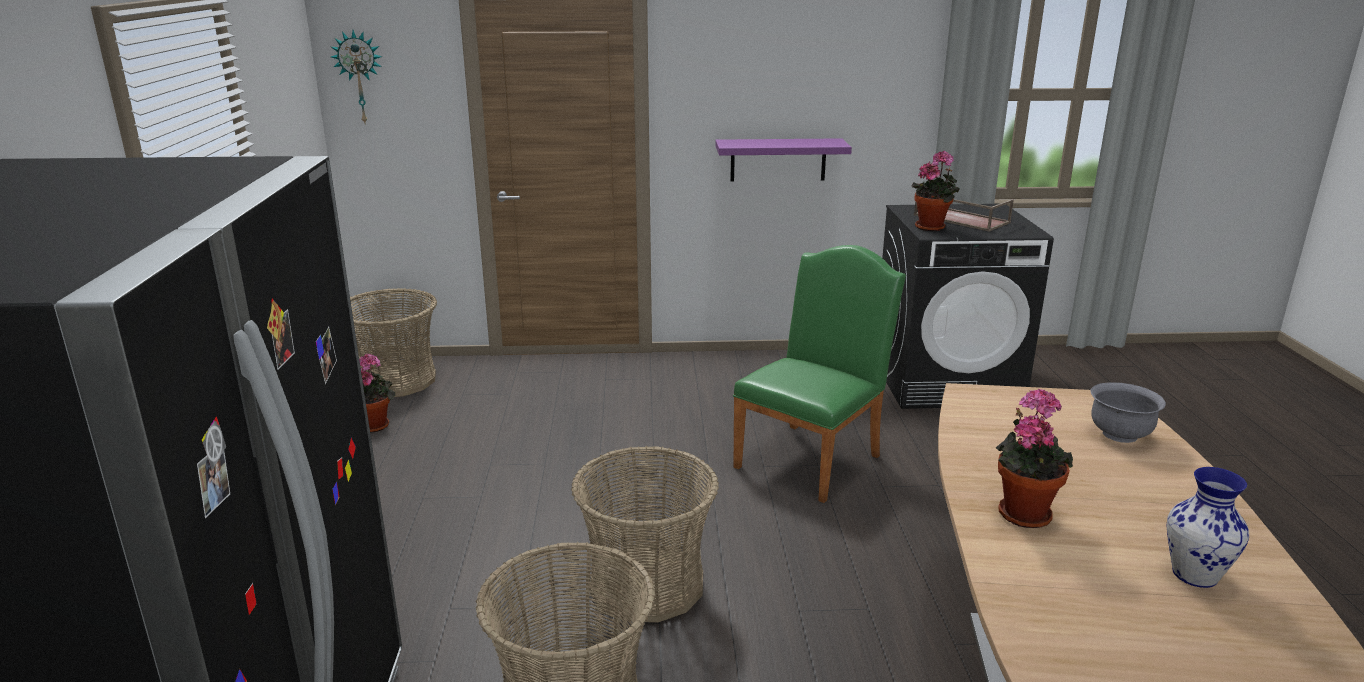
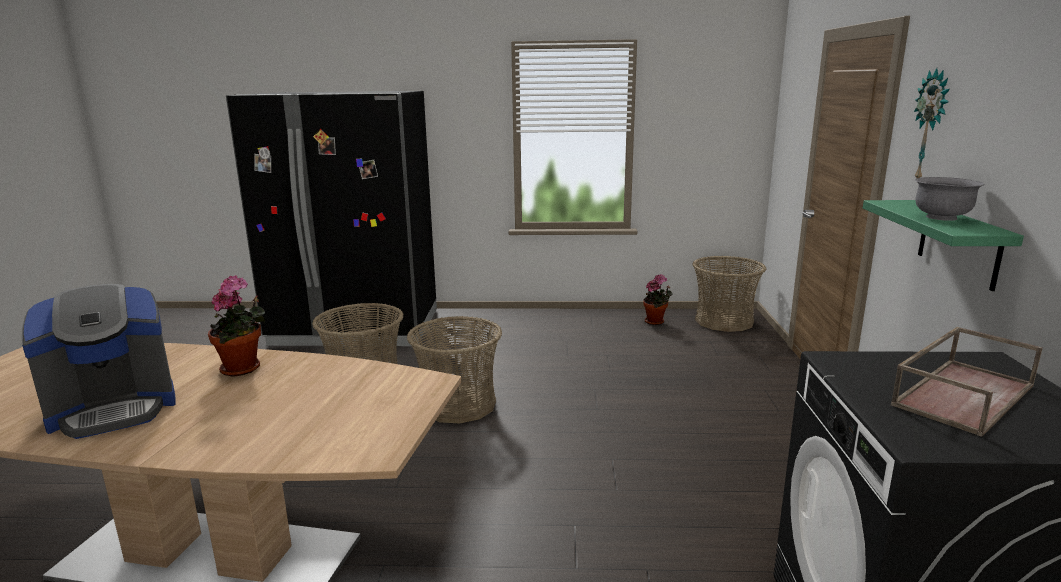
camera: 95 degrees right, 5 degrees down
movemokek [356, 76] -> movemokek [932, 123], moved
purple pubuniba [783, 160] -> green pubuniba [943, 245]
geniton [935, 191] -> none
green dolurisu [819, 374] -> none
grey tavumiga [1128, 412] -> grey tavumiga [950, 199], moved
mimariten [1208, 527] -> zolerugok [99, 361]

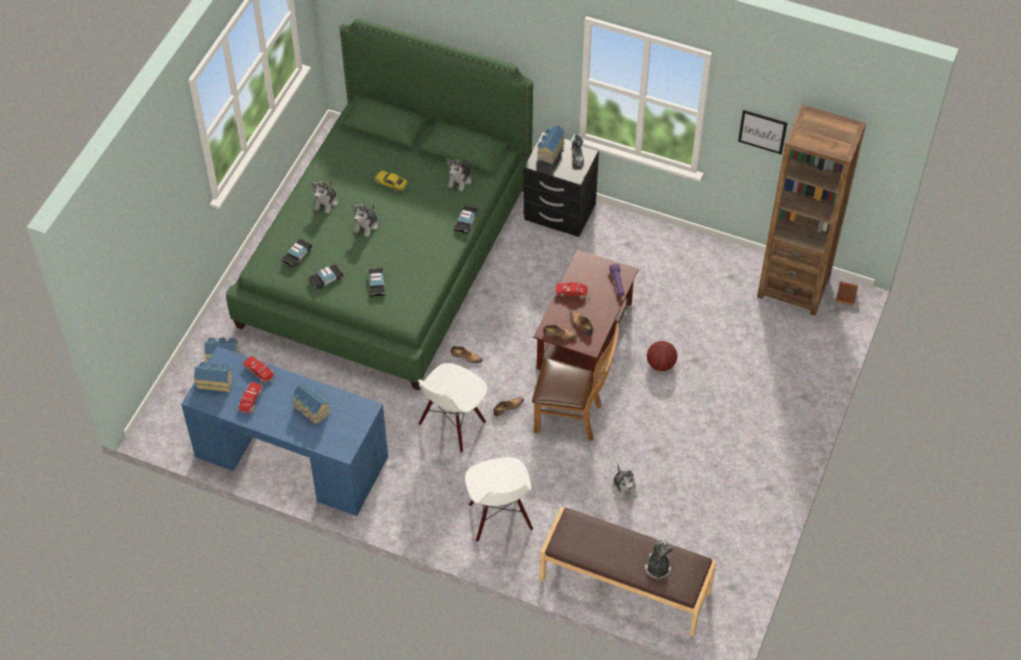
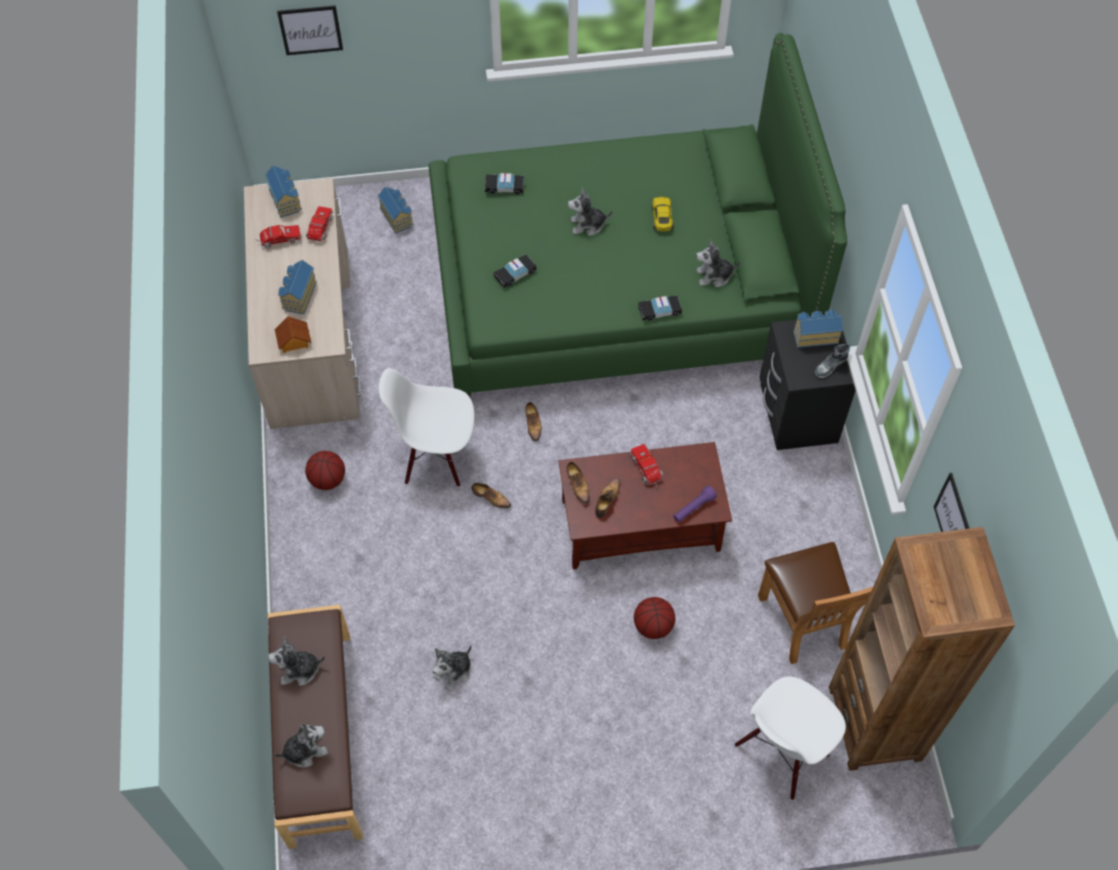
camera: 60 degrees right, 5 degrees up
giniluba [324, 197] -> giniluba [296, 661], moved
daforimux [325, 277] -> none
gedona [847, 293] -> gedona [292, 334], moved
brown dolurisu [576, 382] -> brown dolurisu [815, 603], moved
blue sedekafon [284, 431] -> beige sedekafon [302, 303]
white dolurisu [499, 499] -> white dolurisu [790, 738], moved
none -> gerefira [310, 30]
none -> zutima [325, 470]

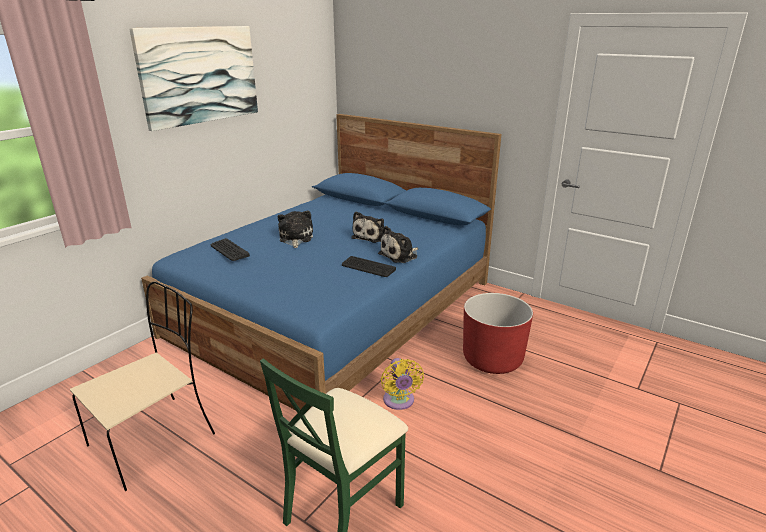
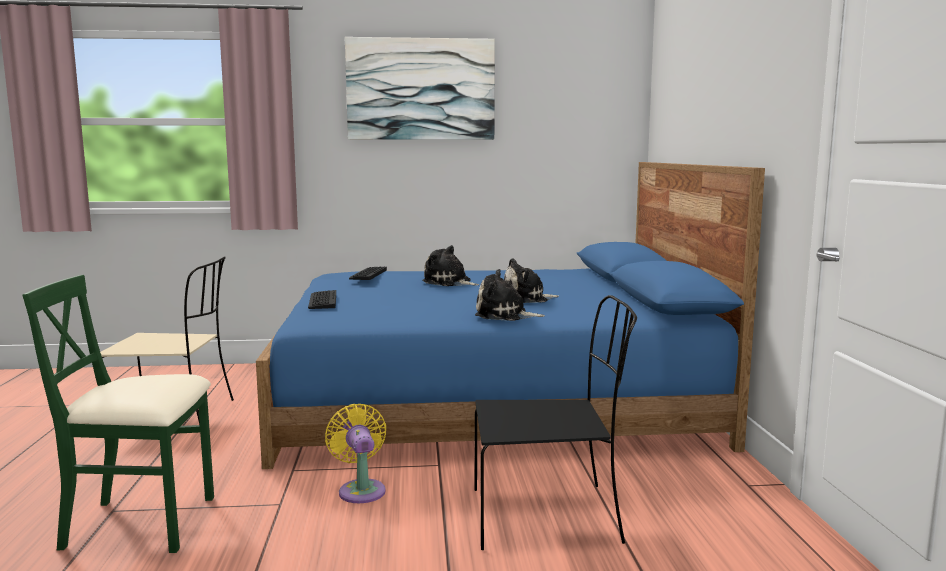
camera: 50 degrees right, 15 degrees down
giniluba [295, 229] -> giniluba [450, 265], 105 degrees counterclockwise
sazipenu [369, 266] -> sazipenu [322, 299], moved
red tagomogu [498, 333] -> black dolurisu [555, 422]
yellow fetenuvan [402, 384] -> yellow fetenuvan [355, 453], 120 degrees clockwise

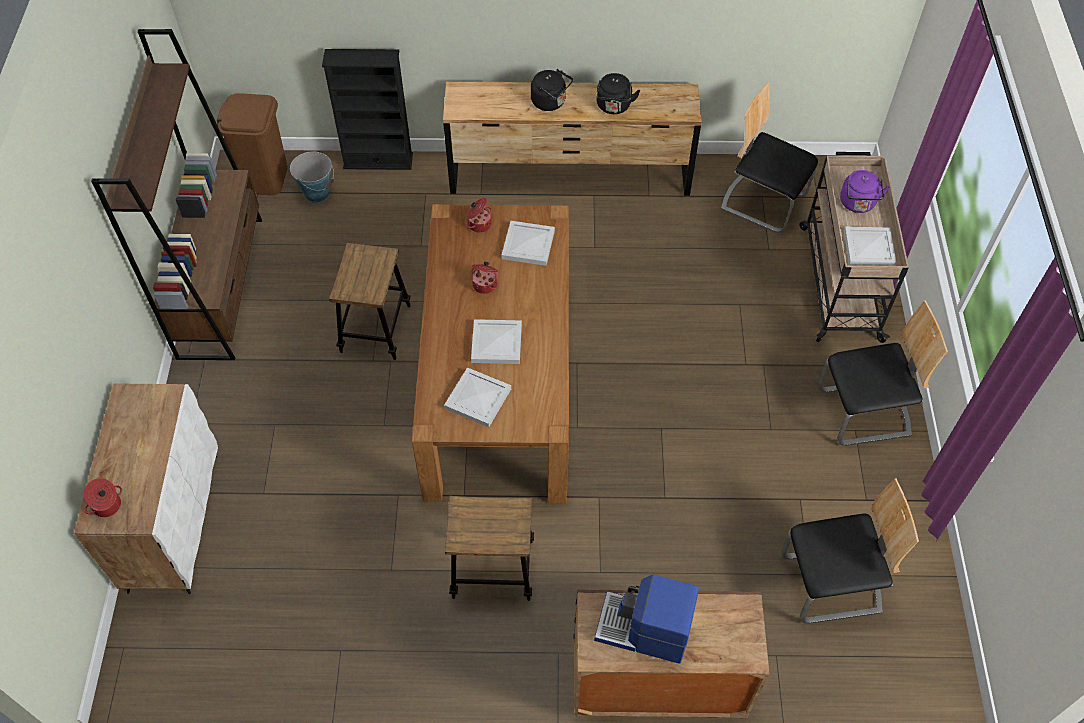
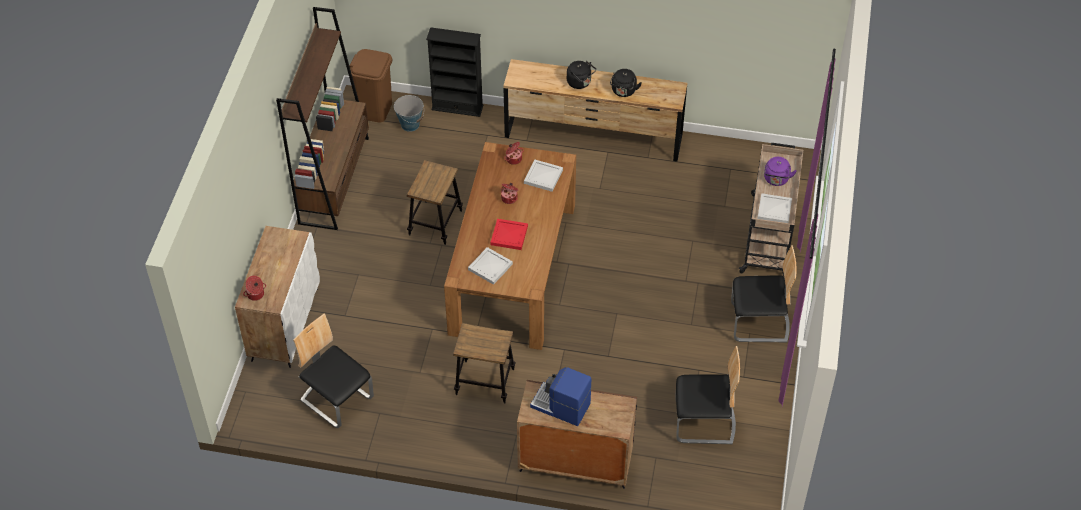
camera: 10 degrees right, 5 degrees down
dolurisu [769, 158] -> dolurisu [333, 371], moved
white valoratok [496, 341] -> red valoratok [509, 234]

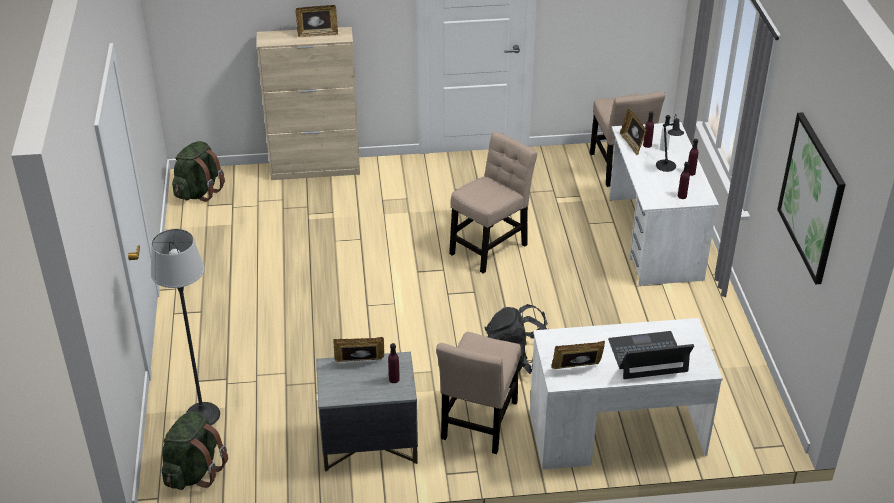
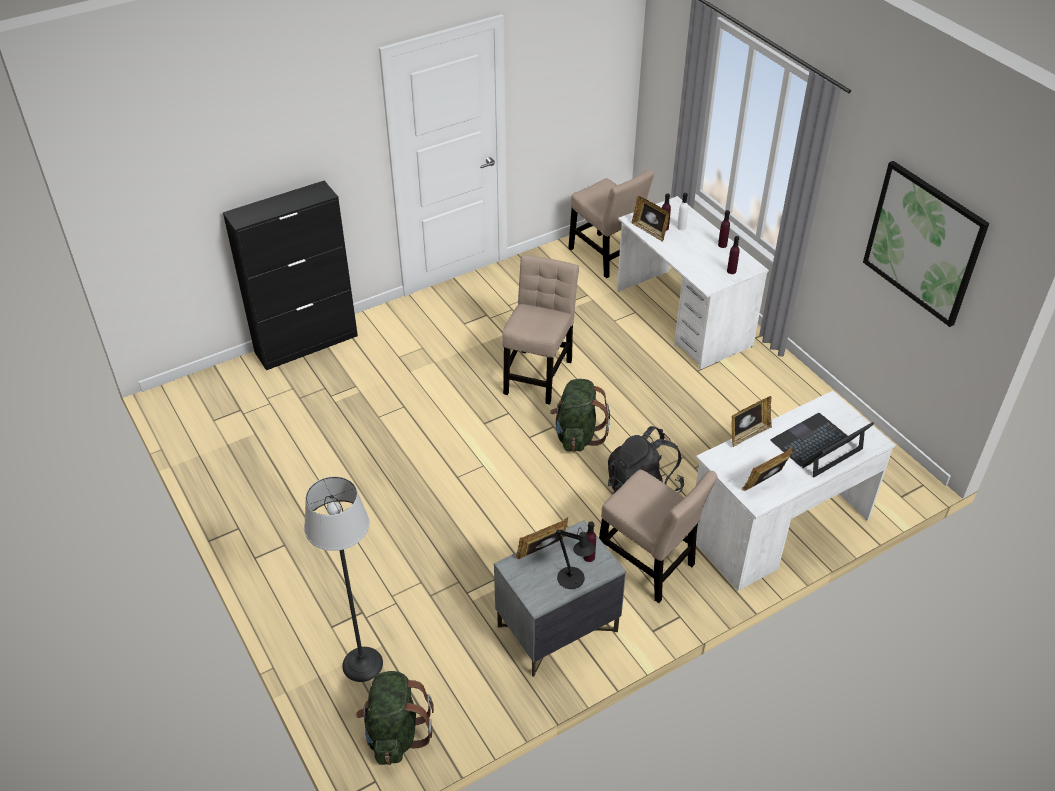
camera: 25 degrees left, 5 degrees up
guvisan [317, 21] -> guvisan [752, 421], moved
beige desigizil [308, 103] -> black desigizil [290, 275]
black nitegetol [670, 143] -> black nitegetol [576, 559], moved
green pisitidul [198, 171] -> green pisitidul [580, 415], moved
beige dolurisu [478, 393] -> beige dolurisu [658, 536], 45 degrees counterclockwise

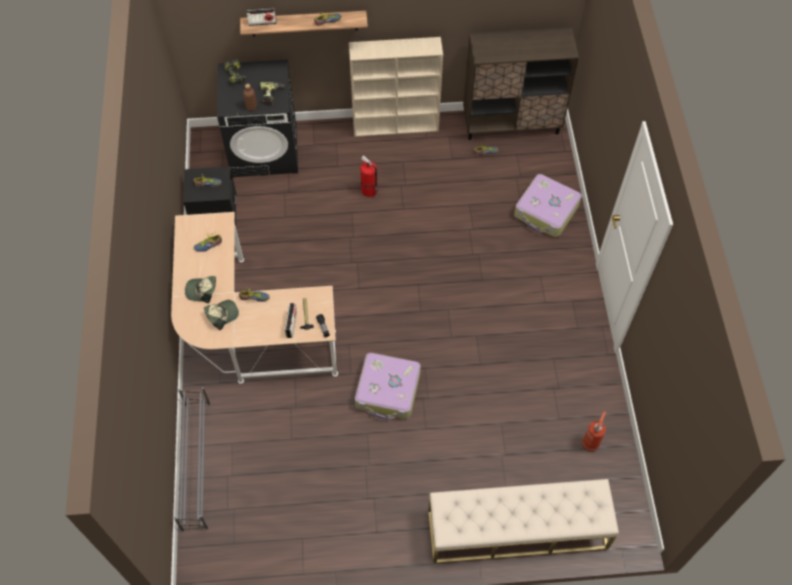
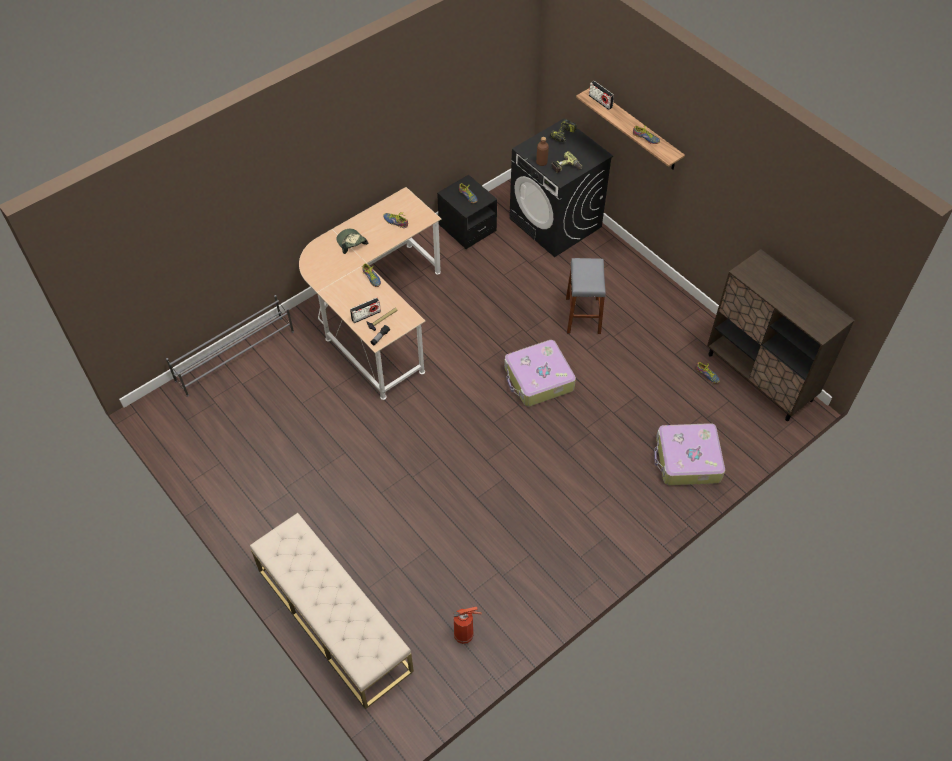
camera: 55 degrees right, 5 degrees down
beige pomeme [396, 87] -> none
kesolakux [369, 176] -> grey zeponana [586, 296]
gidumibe [221, 315] -> none
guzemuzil [388, 386] -> guzemuzil [540, 373], moved

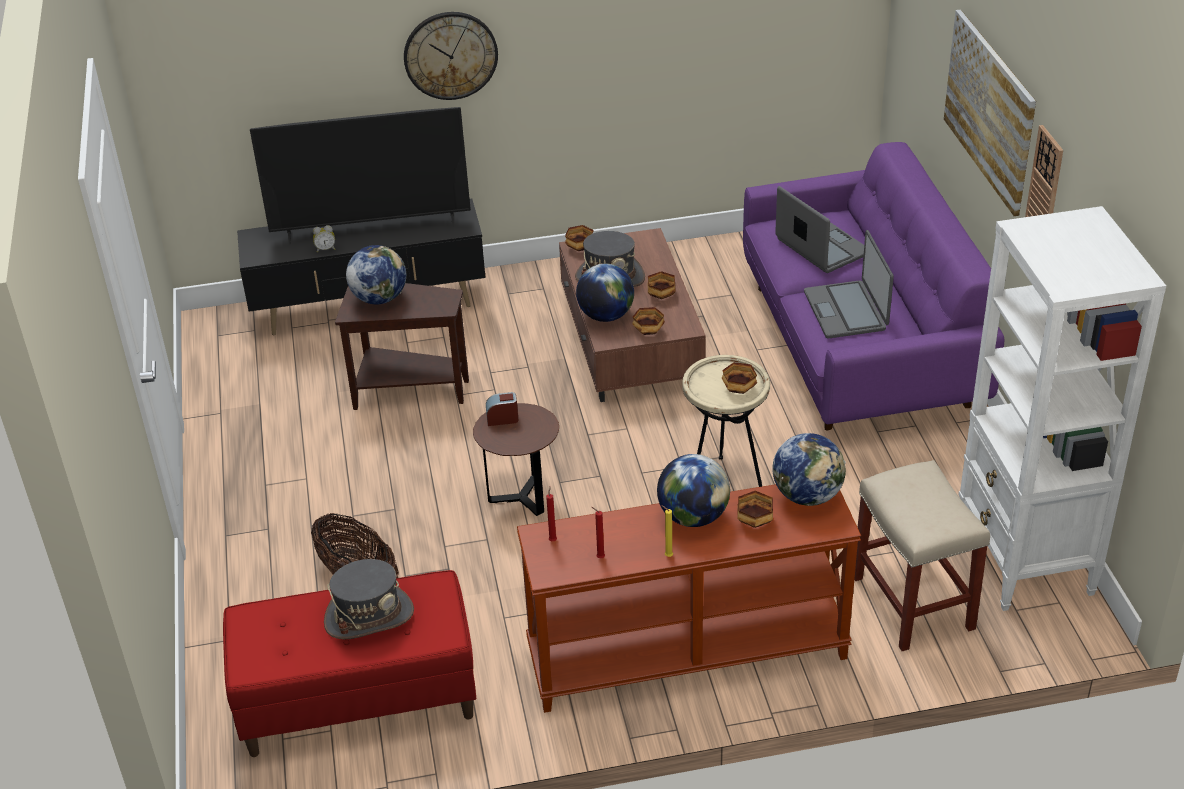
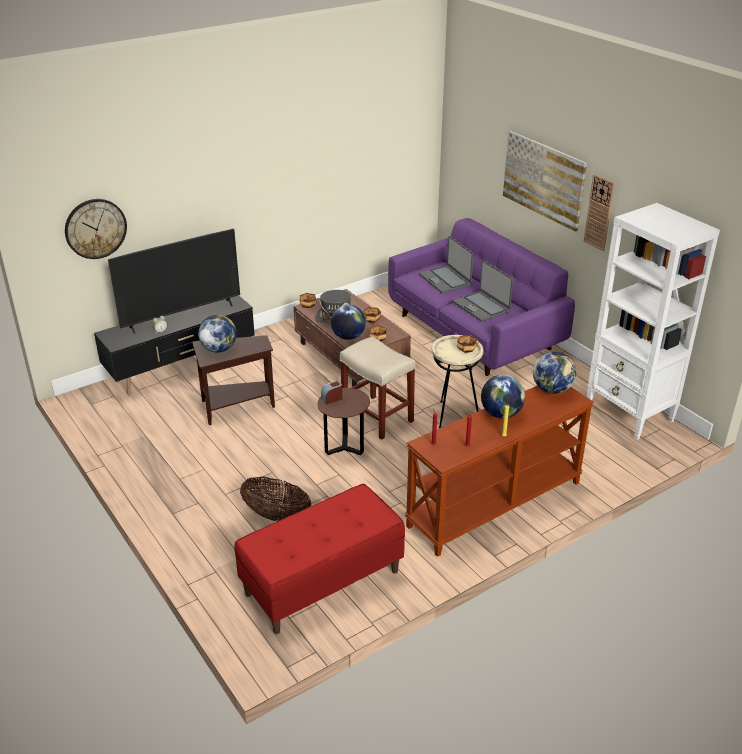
camera: 25 degrees left, 5 degrees down
movemokek [451, 56] -> movemokek [96, 229], moved
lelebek [819, 229] -> lelebek [446, 264], 150 degrees counterclockwise
beige zeponana [922, 555] -> beige zeponana [378, 388], moved
tavumiga [755, 509] -> none
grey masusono [369, 599] -> none

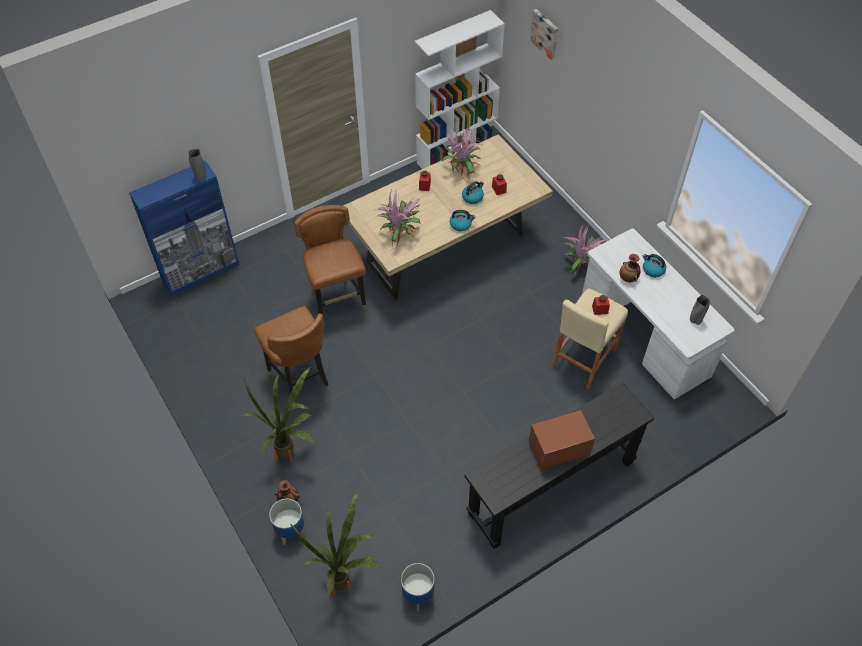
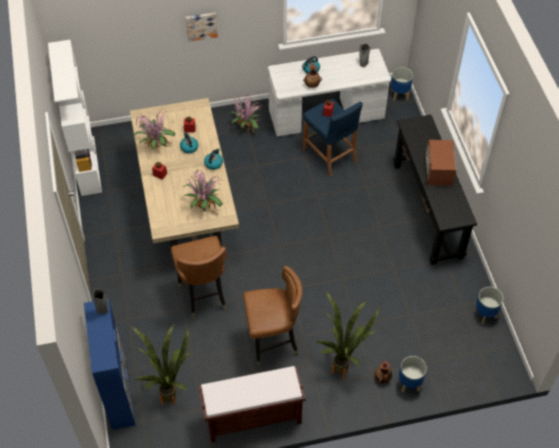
camera: 70 degrees left, 0 degrees up
gerefira [544, 34] -> gerefira [201, 27], moved
brown dolurisu [330, 259] -> brown dolurisu [199, 277], 105 degrees counterclockwise
beige zeponana [589, 338] -> blue zeponana [333, 138]
geniton [335, 543] -> geniton [162, 364], moved
none -> tagomogu [402, 84]
none -> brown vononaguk [252, 404]

